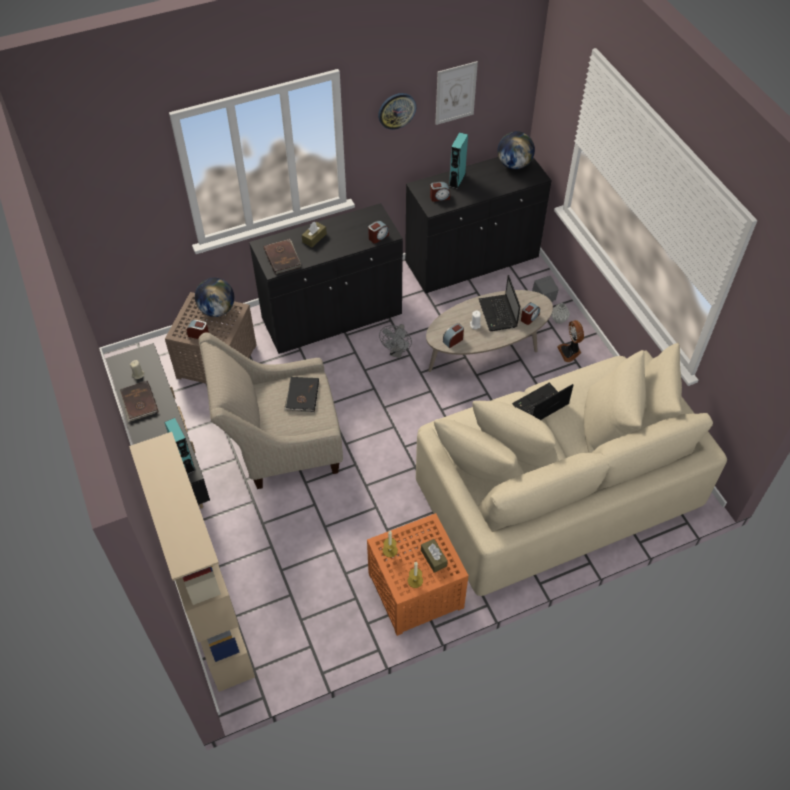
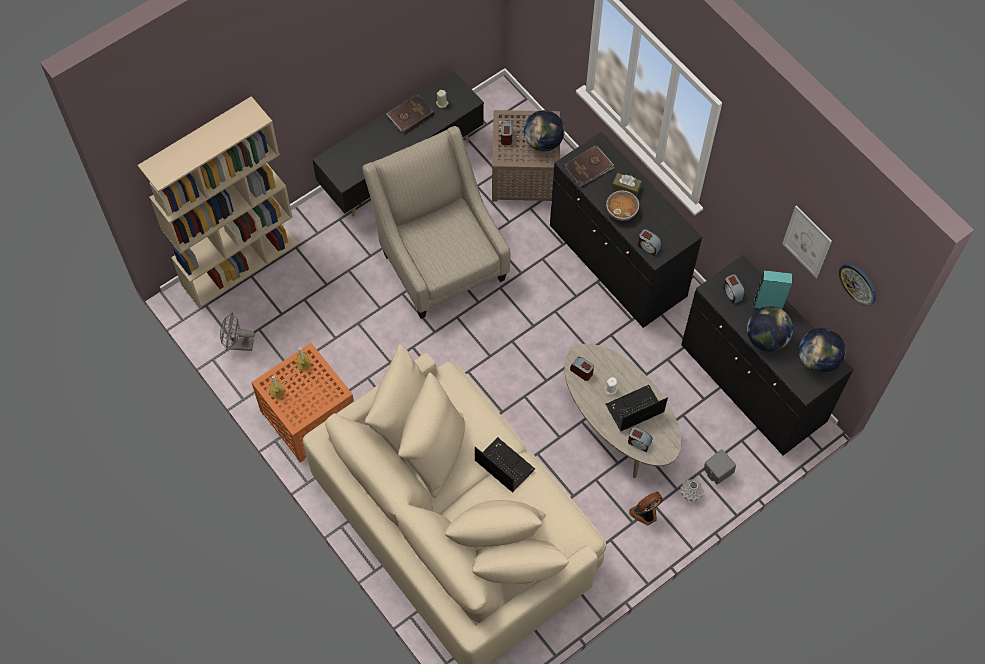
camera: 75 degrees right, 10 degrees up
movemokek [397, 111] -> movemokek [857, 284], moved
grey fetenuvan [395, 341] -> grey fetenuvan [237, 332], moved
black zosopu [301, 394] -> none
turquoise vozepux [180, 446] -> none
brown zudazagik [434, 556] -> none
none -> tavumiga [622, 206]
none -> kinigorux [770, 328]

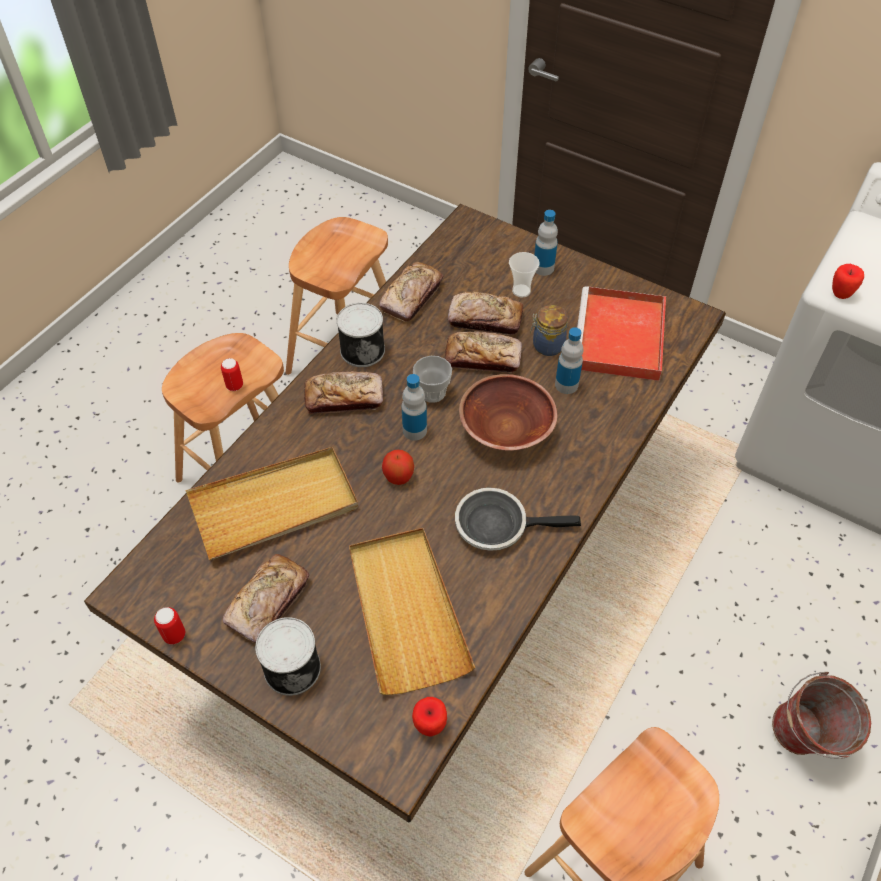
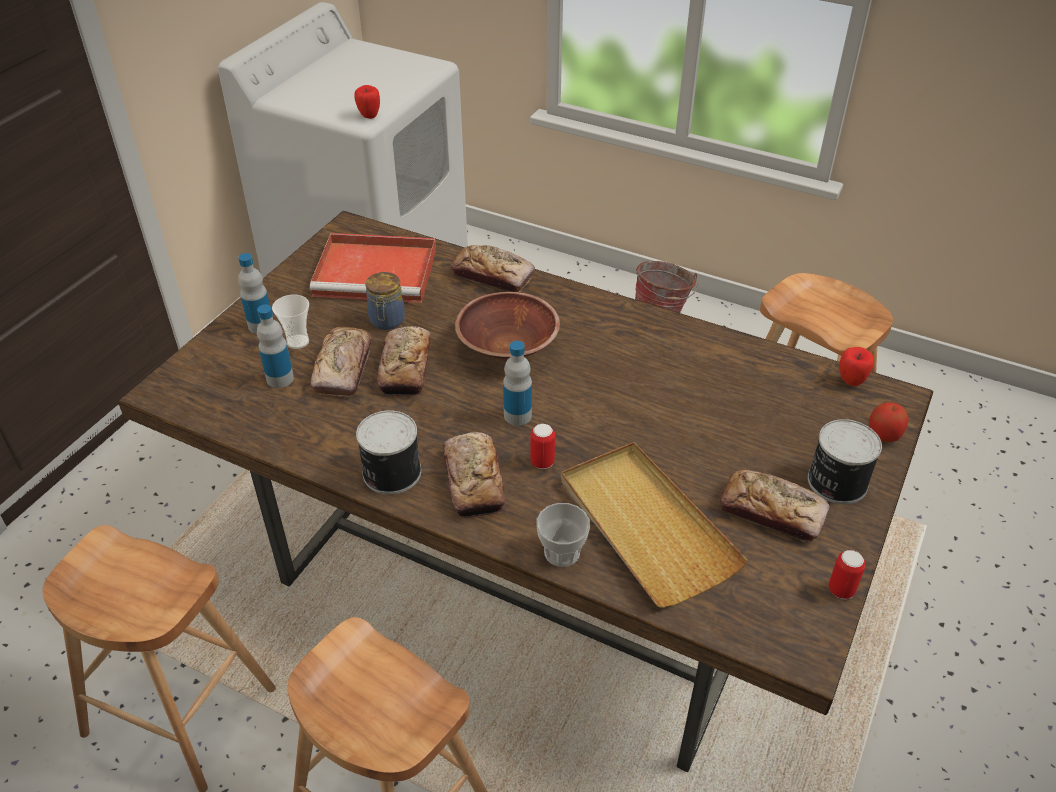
camera: 95 degrees left, 10 degrees down
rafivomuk [411, 292] -> rafivomuk [493, 268], moved
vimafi [569, 360] -> vimafi [275, 346], moved
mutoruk [432, 379] -> mutoruk [563, 535], moved
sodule [232, 374] -> sodule [542, 446], moved
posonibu [398, 467] -> posonibu [889, 422], moved
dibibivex [518, 519] -> none
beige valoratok [412, 611] -> none

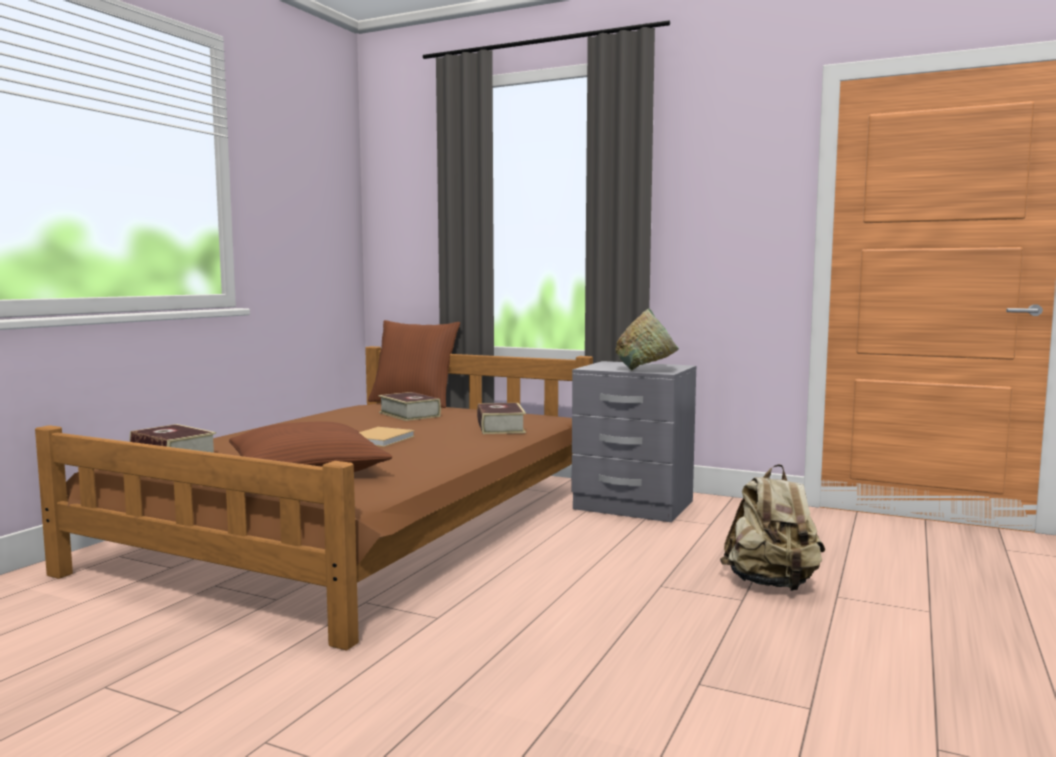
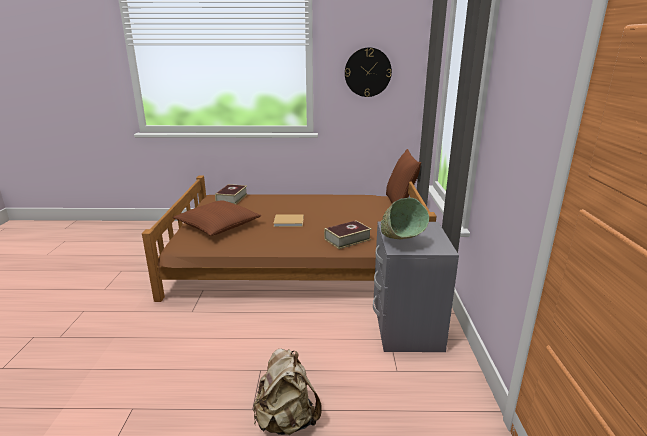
camera: 65 degrees right, 15 degrees up
zosopu [409, 406] -> none
none -> movemokek [368, 72]

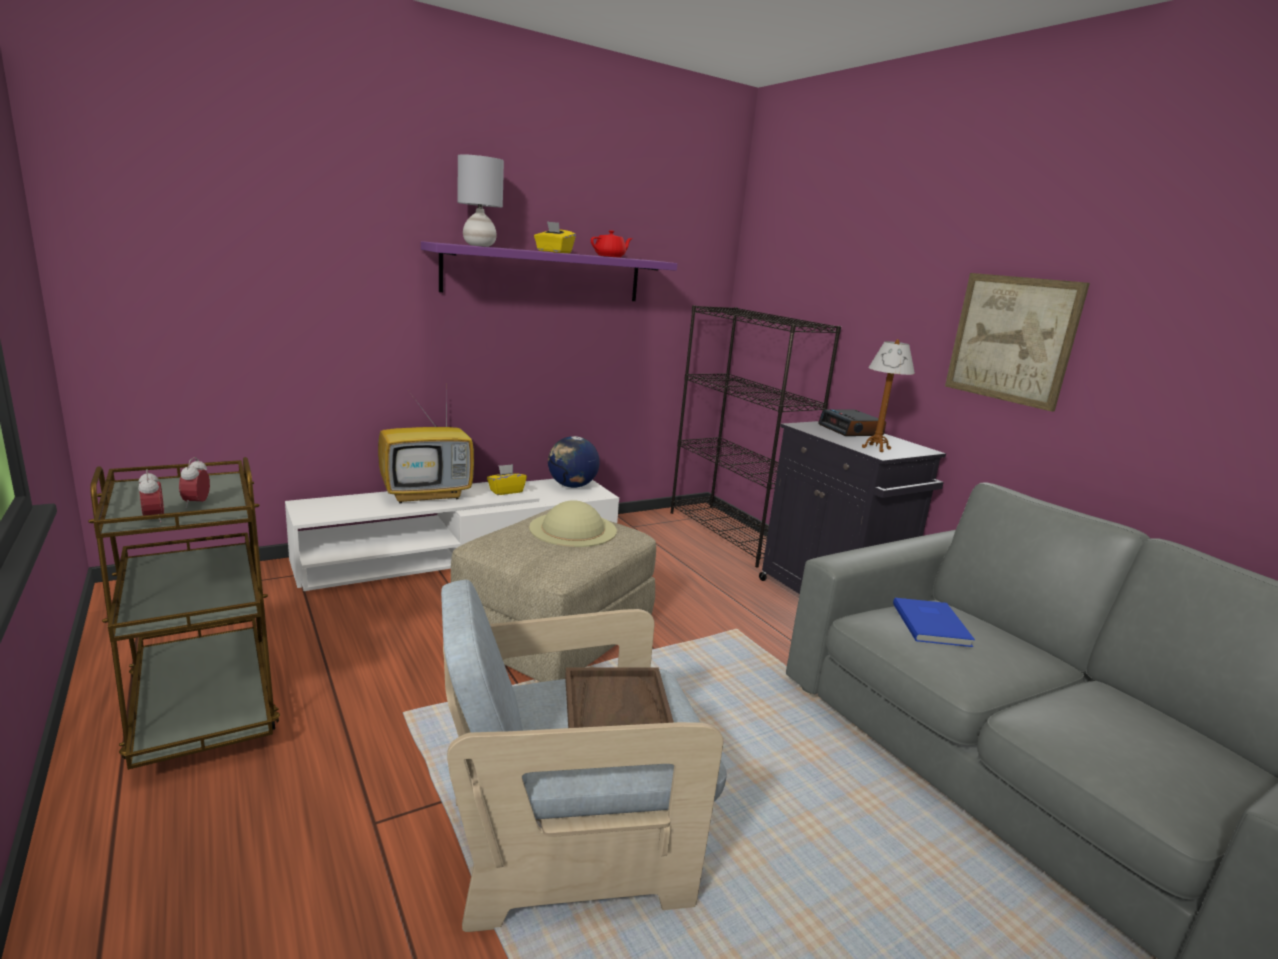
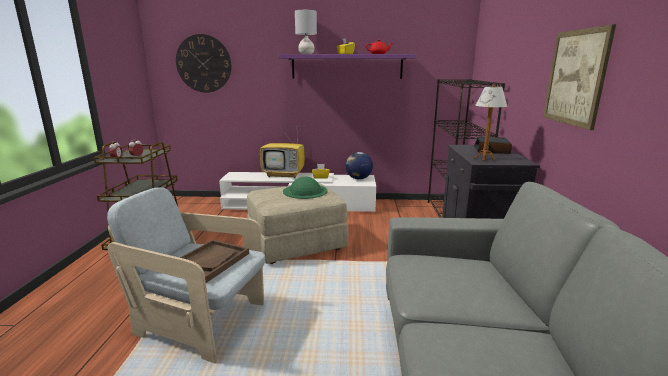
camera: 35 degrees right, 0 degrees up
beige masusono [573, 523] -> green masusono [305, 188]
blue zosopu [934, 622] -> none
none -> movemokek [203, 63]

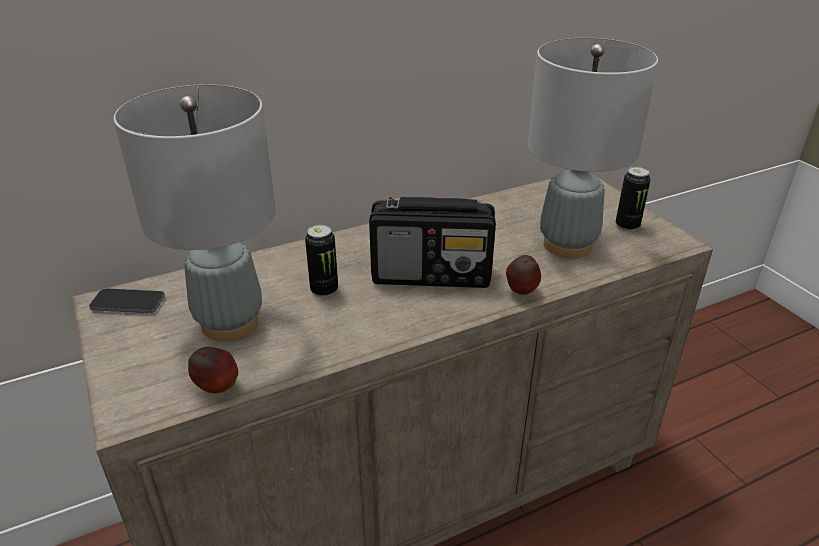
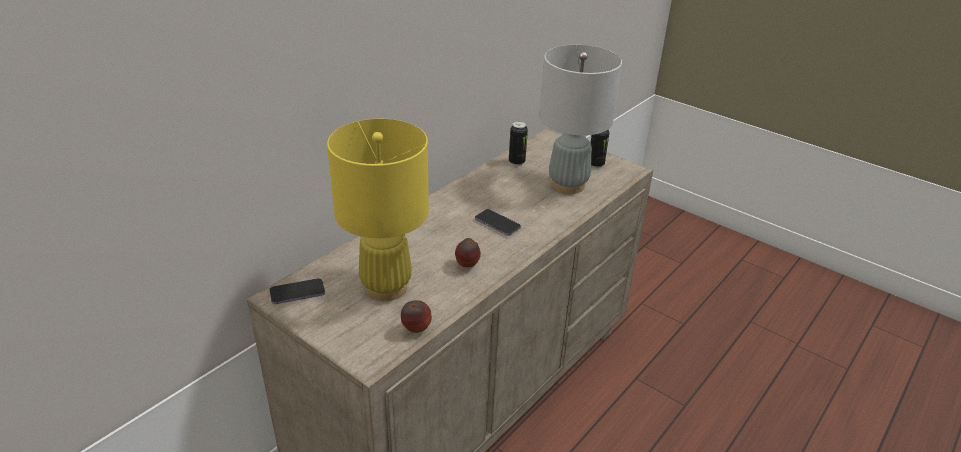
camera: 25 degrees left, 0 degrees up
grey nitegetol [194, 212] -> yellow nitegetol [378, 210]
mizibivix [432, 242] -> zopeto [498, 222]
sodule [321, 261] -> sodule [518, 143], moved
posonibu [523, 275] -> posonibu [468, 253], moved

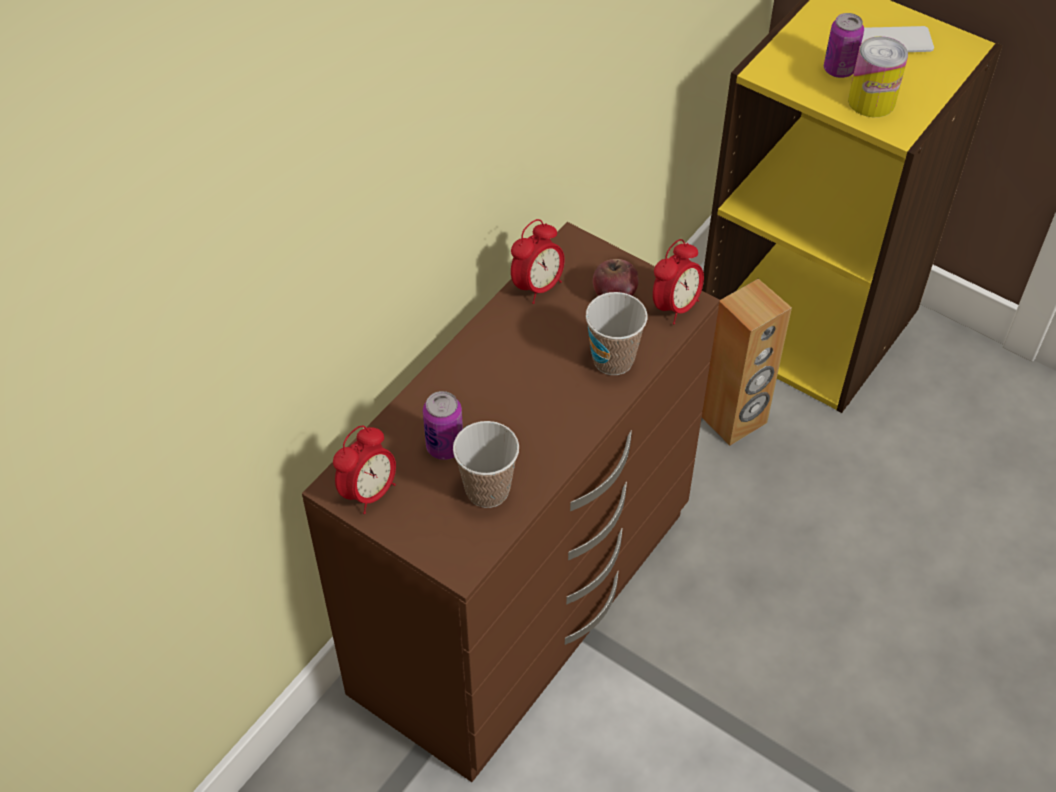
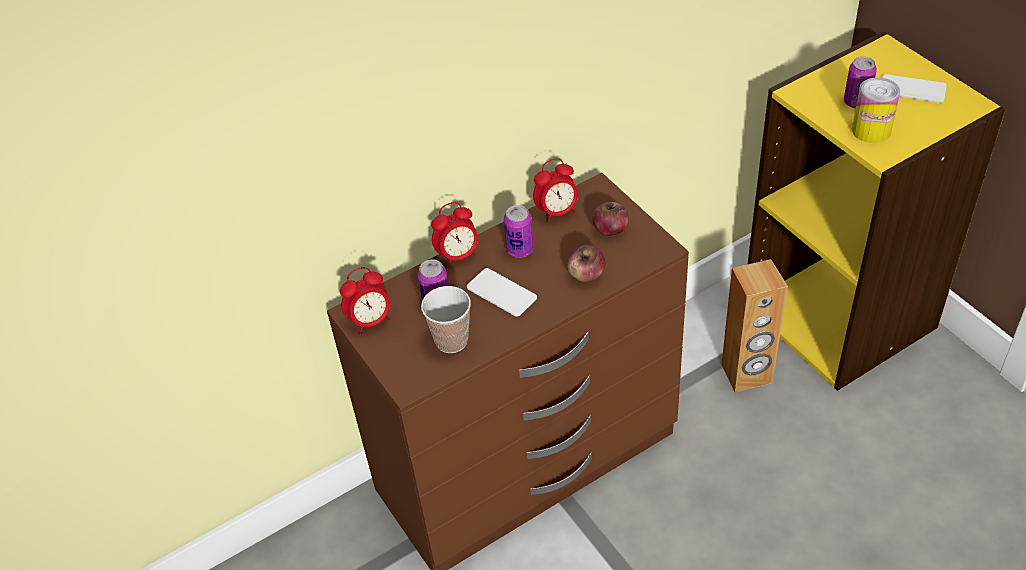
camera: 25 degrees right, 5 degrees down
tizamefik [678, 282] -> tizamefik [454, 235], moved
mutoruk [616, 333] -> posonibu [586, 263]
none -> sodule [519, 231]
none -> zopeto [502, 292]

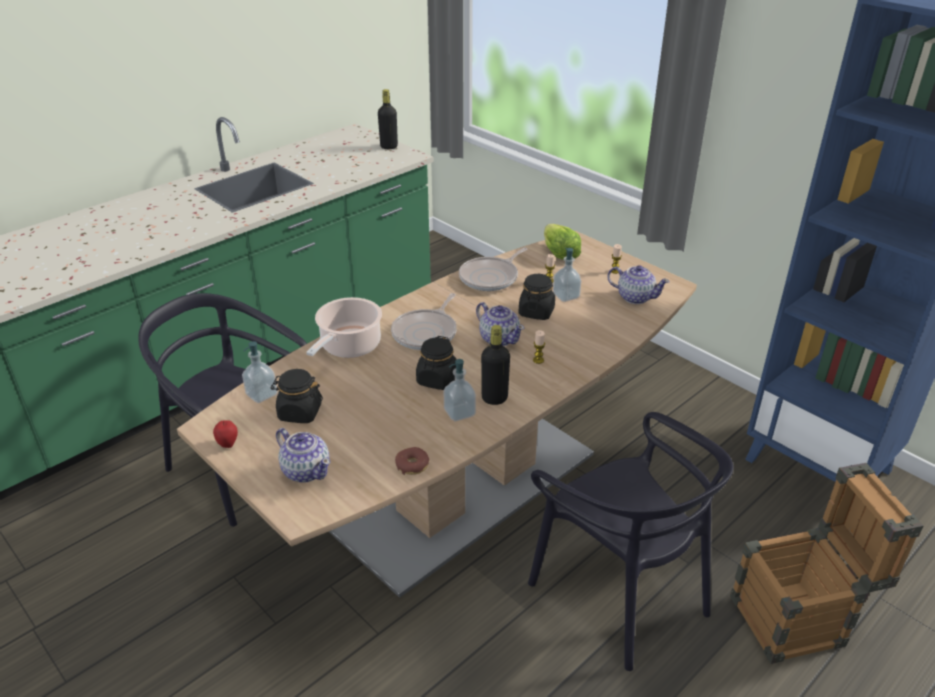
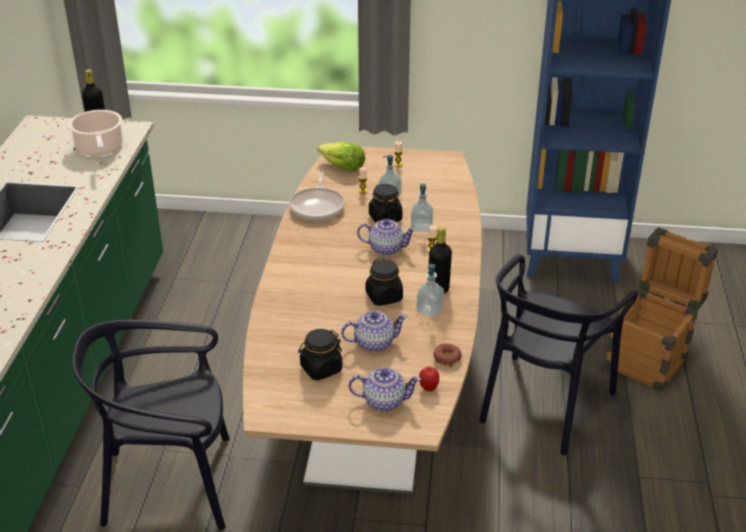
camera: 40 degrees left, 0 degrees up
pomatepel [639, 284] -> pomatepel [374, 331], moved
dibibivex [424, 321] -> none
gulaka [344, 327] -> gulaka [95, 132], moved
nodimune [260, 372] -> nodimune [422, 208], moved
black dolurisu [630, 541] -> black dolurisu [559, 355], 105 degrees clockwise
posonibu [225, 434] -> posonibu [429, 379], moved

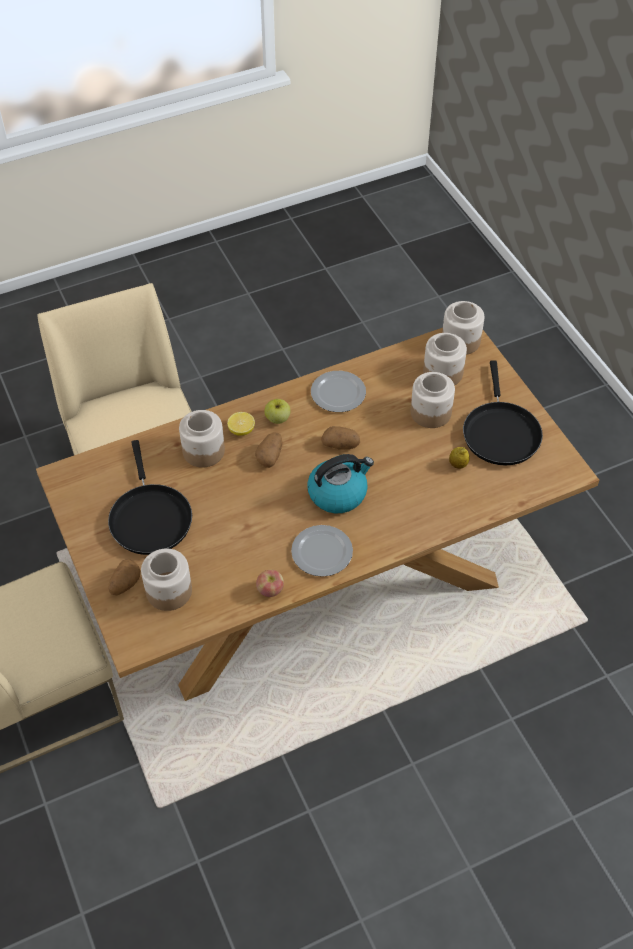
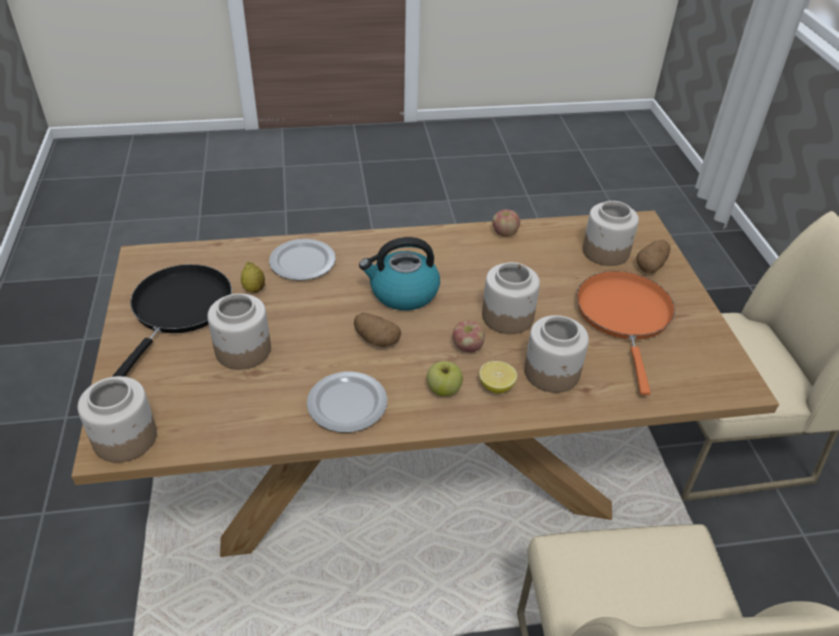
camera: 165 degrees left, 10 degrees down
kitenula [445, 359] -> kitenula [511, 298], moved
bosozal [268, 450] -> posonibu [468, 336]
black dibibivex [150, 497] -> orange dibibivex [626, 333]
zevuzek [322, 551] -> zevuzek [302, 260], moved

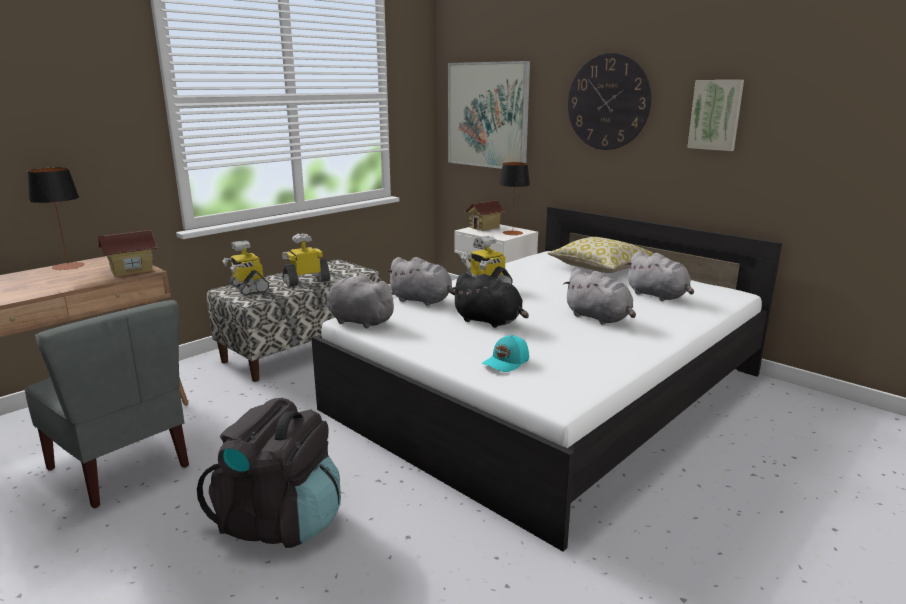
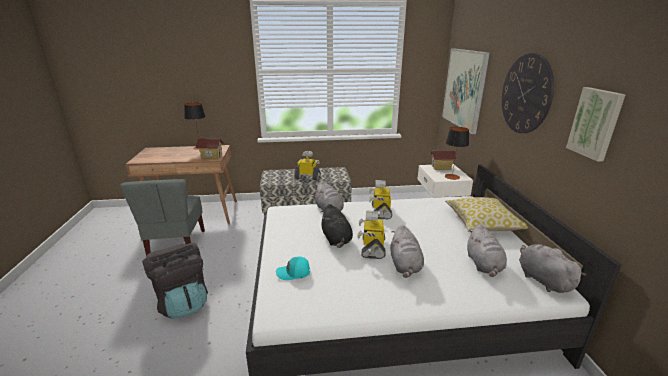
camera: 40 degrees right, 5 degrees up
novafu [245, 268] -> novafu [371, 234], moved
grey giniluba [361, 301] -> grey giniluba [552, 268], moved

